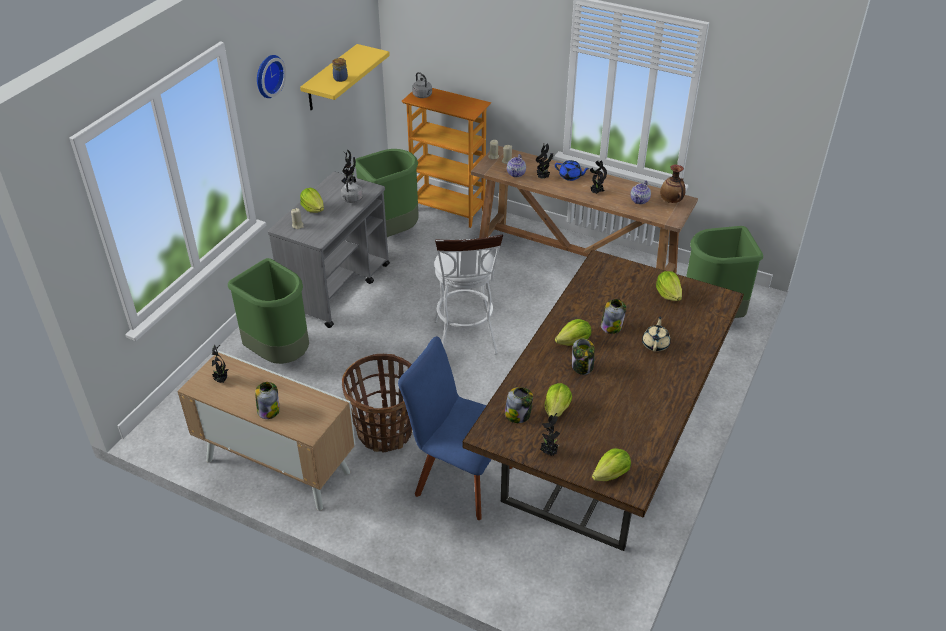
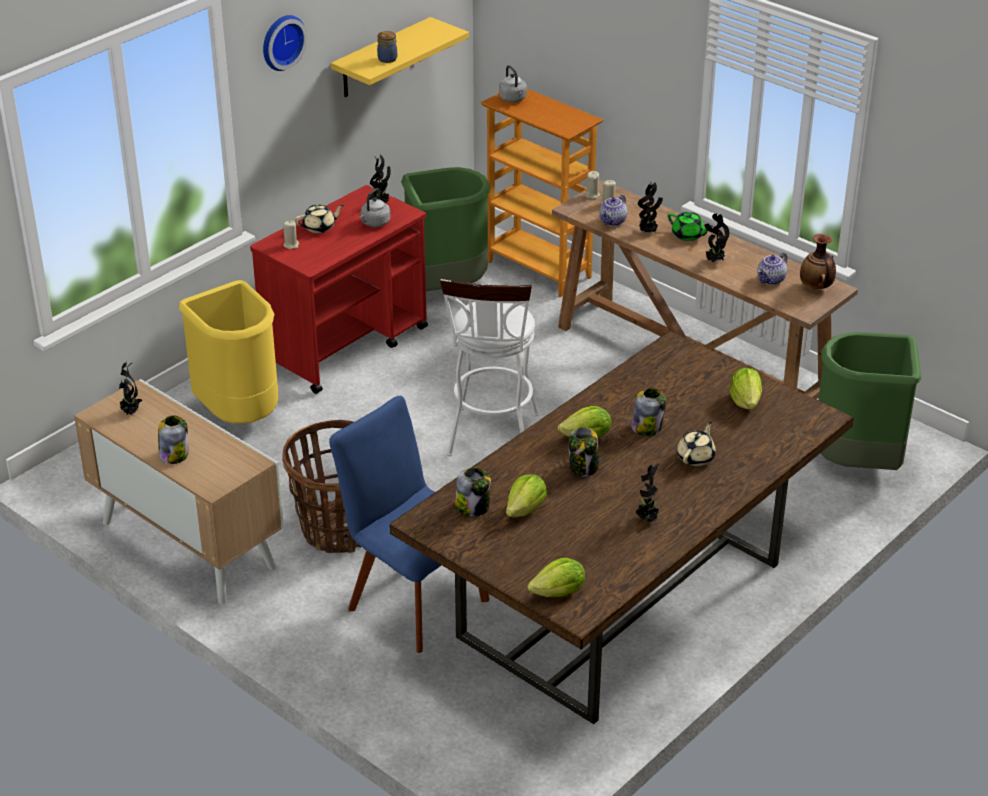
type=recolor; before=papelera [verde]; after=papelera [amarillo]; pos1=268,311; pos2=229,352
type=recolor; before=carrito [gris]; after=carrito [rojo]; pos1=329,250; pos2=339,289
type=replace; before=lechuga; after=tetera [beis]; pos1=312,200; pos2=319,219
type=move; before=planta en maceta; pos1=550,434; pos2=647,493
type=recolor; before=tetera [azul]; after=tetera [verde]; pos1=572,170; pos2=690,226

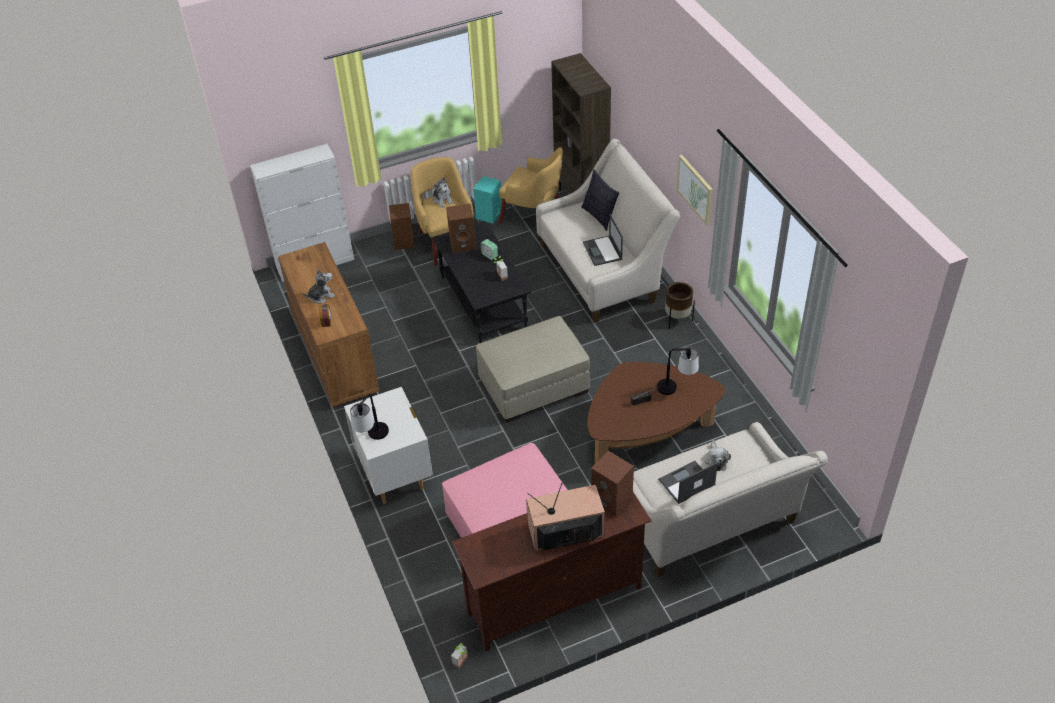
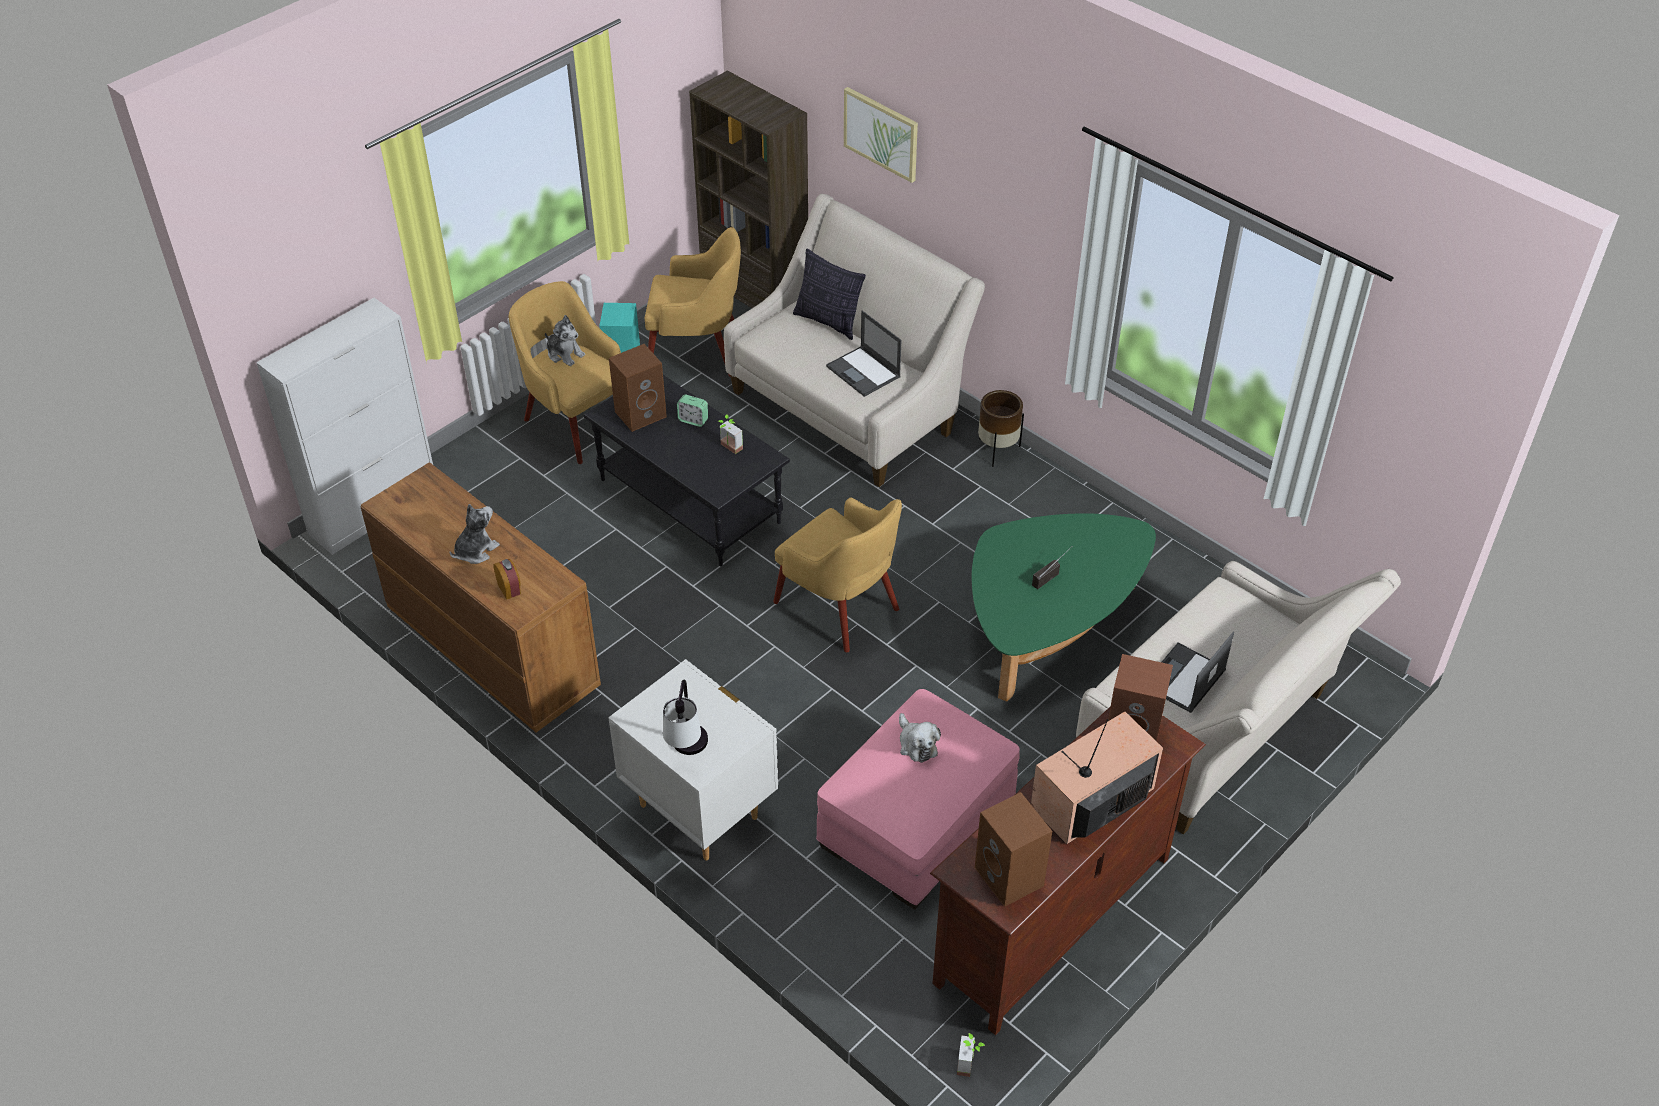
type=replace; before=puf [beis]; after=sillón [amarillo]; pos1=533,369; pos2=837,575
type=move; before=cuadro; pos1=695,190; pos2=881,135
type=move; before=peluche; pos1=718,455; pos2=920,738
type=recolor; before=mesa de centro [marrón]; after=mesa de centro [verde]; pos1=656,413; pos2=1063,607
type=move; before=altavoz [marrón]; pos1=402,226; pos2=1013,849
type=delete; before=lámpara de mesa; pos1=678,371

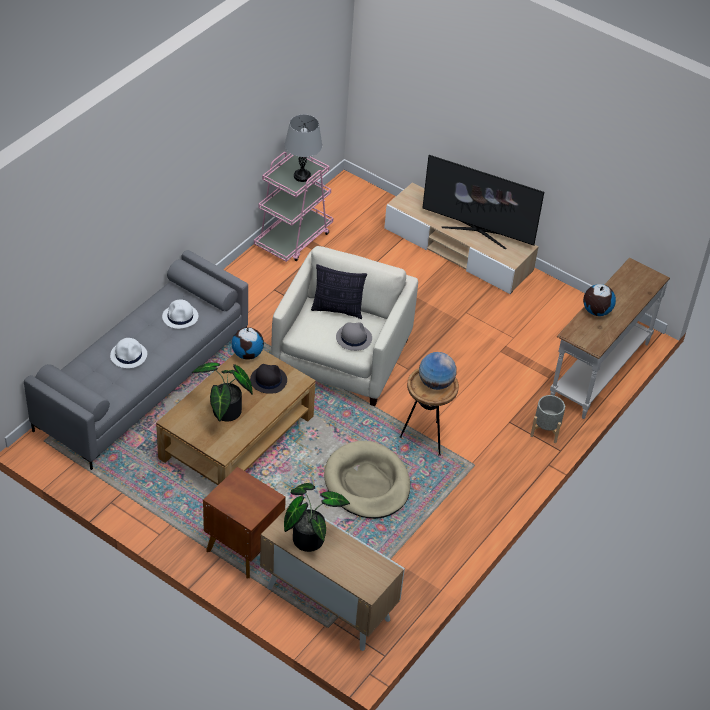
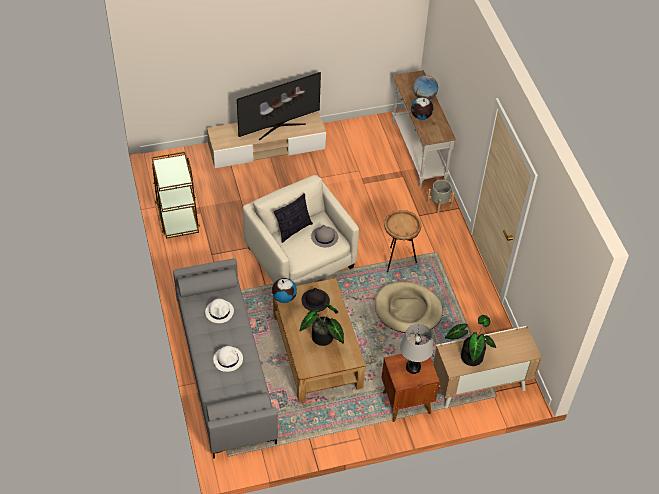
type=recolor; before=carrito [rosa]; after=carrito [marrón]; pos1=293,207; pos2=175,195
type=move; before=lámpara de mesa [gris]; pos1=303,148; pos2=416,348
type=move; before=globo terráqueo; pos1=438,371; pos2=425,87

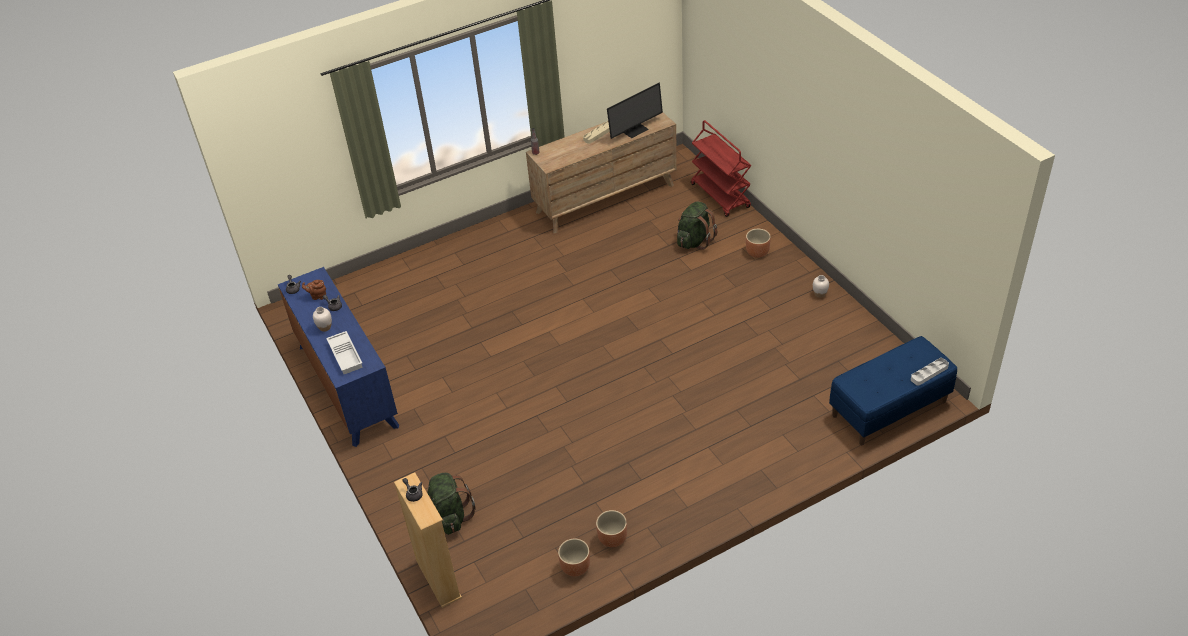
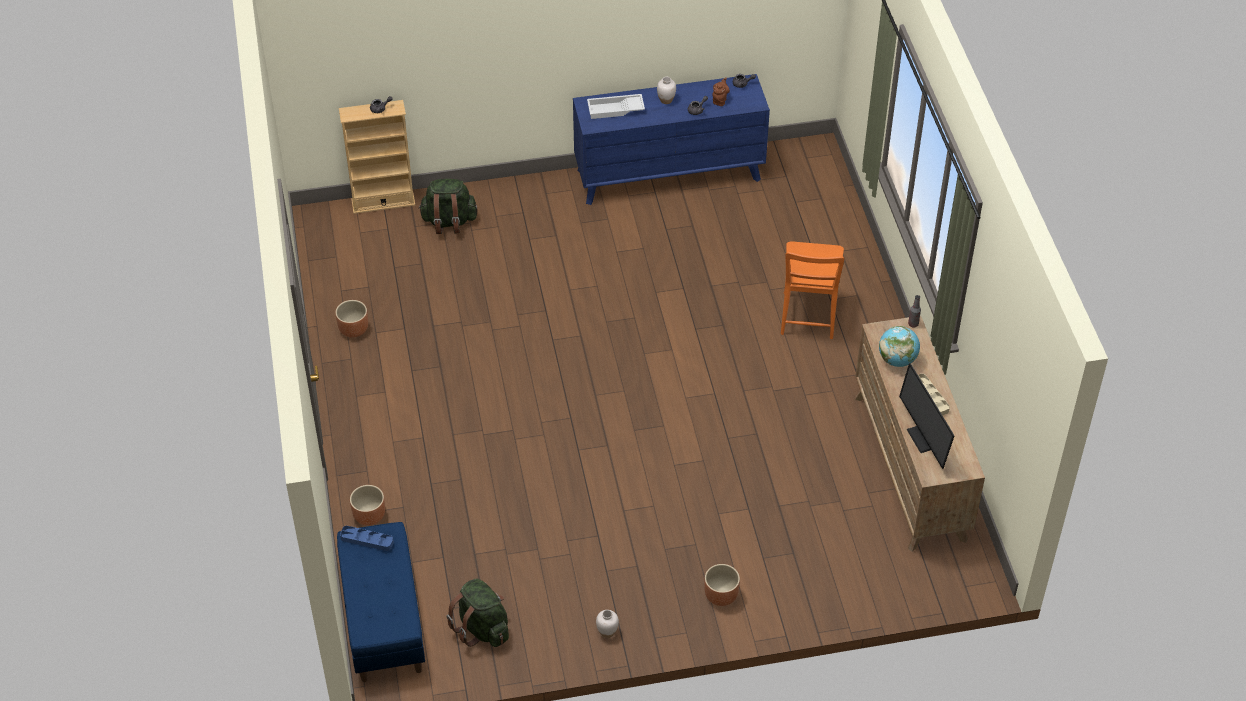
type=insert; after=bandeja [azul]; pos2=367,538
type=move; before=maceta [marrón]; pos1=574,557; pos2=367,505
type=move; before=mochila [verde]; pos1=697,226; pos2=477,612
type=insert; after=silla [naranja]; pos2=812,290
type=insert; after=globo terráqueo; pos2=899,346
type=delete; before=carrito [rojo]; pos1=721,168
type=delete; before=bandeja [gris]; pos1=930,372

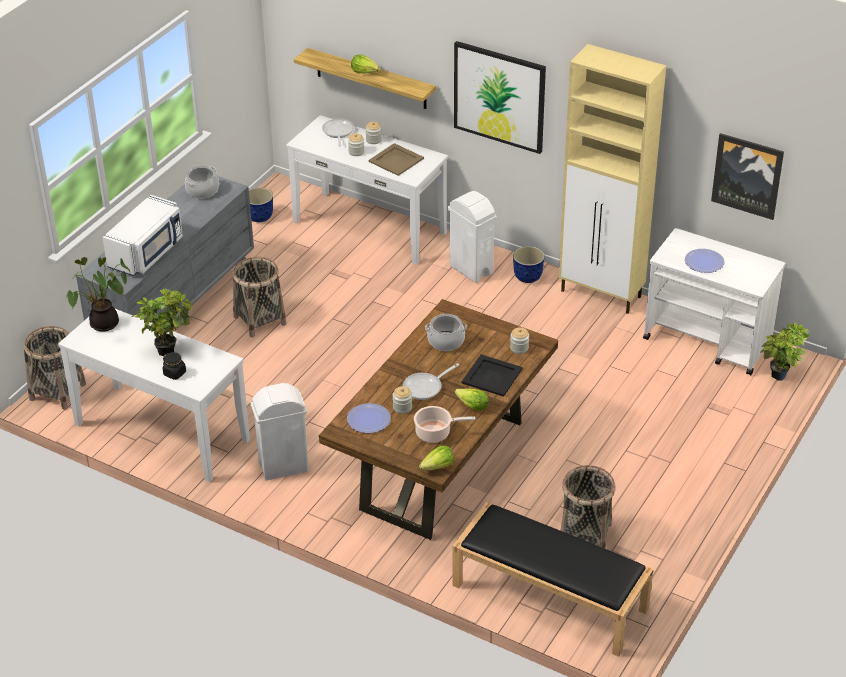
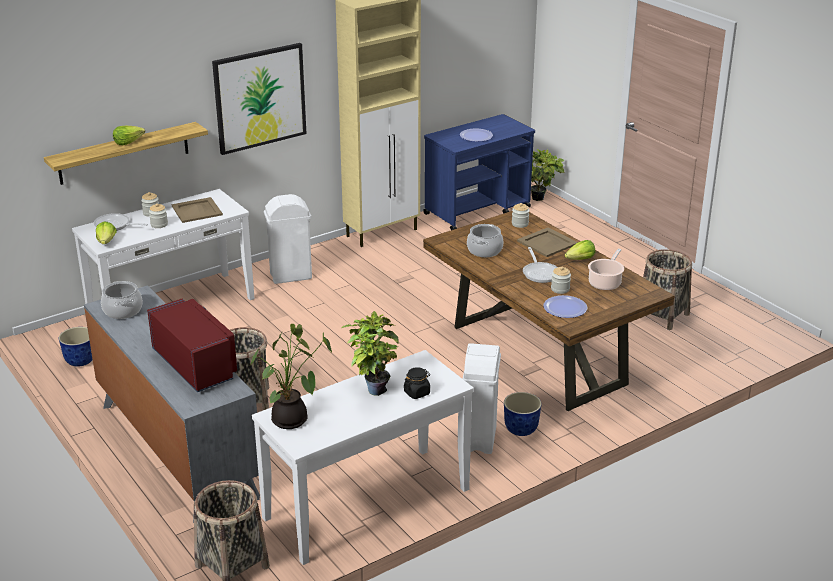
type=move; before=lechuga; pos1=436,458; pos2=106,232
type=recolor; before=microondas [blanco]; after=microondas [rojo]; pos1=142,235; pos2=192,345
type=recolor; before=carrito [blanco]; after=carrito [azul]; pos1=714,301; pos2=479,172
type=move; before=maceta; pos1=529,264; pos2=522,414
type=recolor; before=bandeja [negro]; after=bandeja [beis]; pos1=492,376; pos2=547,242
type=delete; before=banco [negro]; pos1=552,579
type=delete; before=cuadro; pos1=747,176

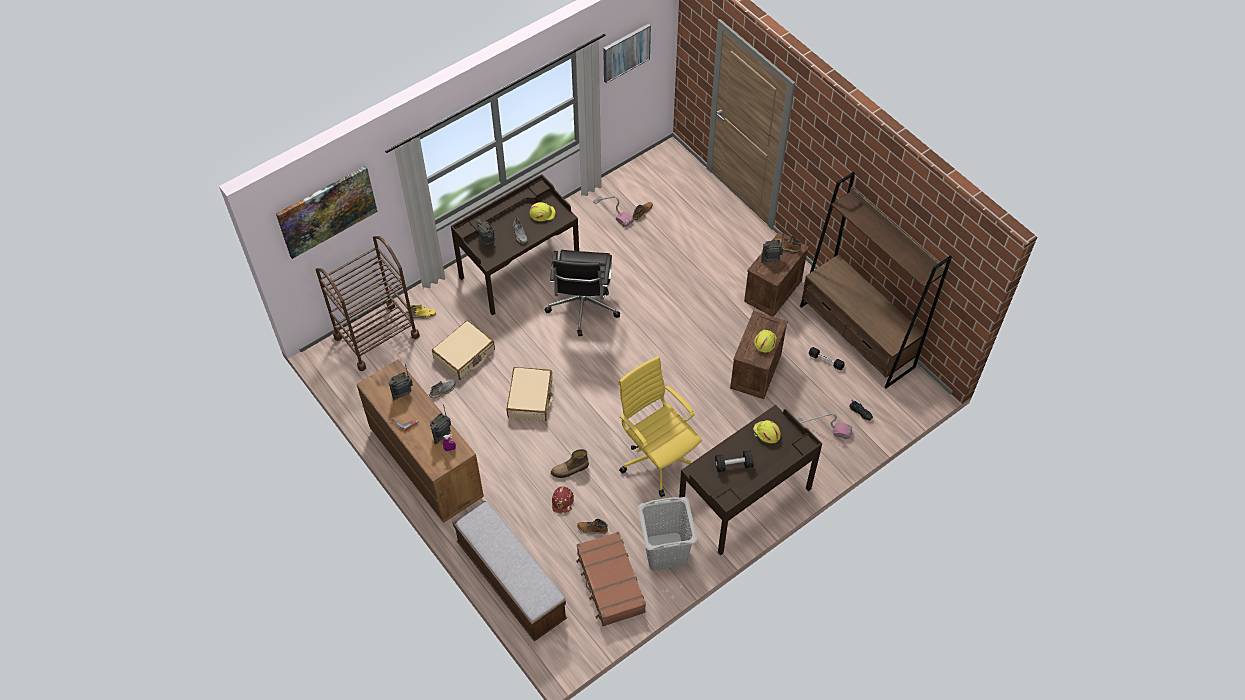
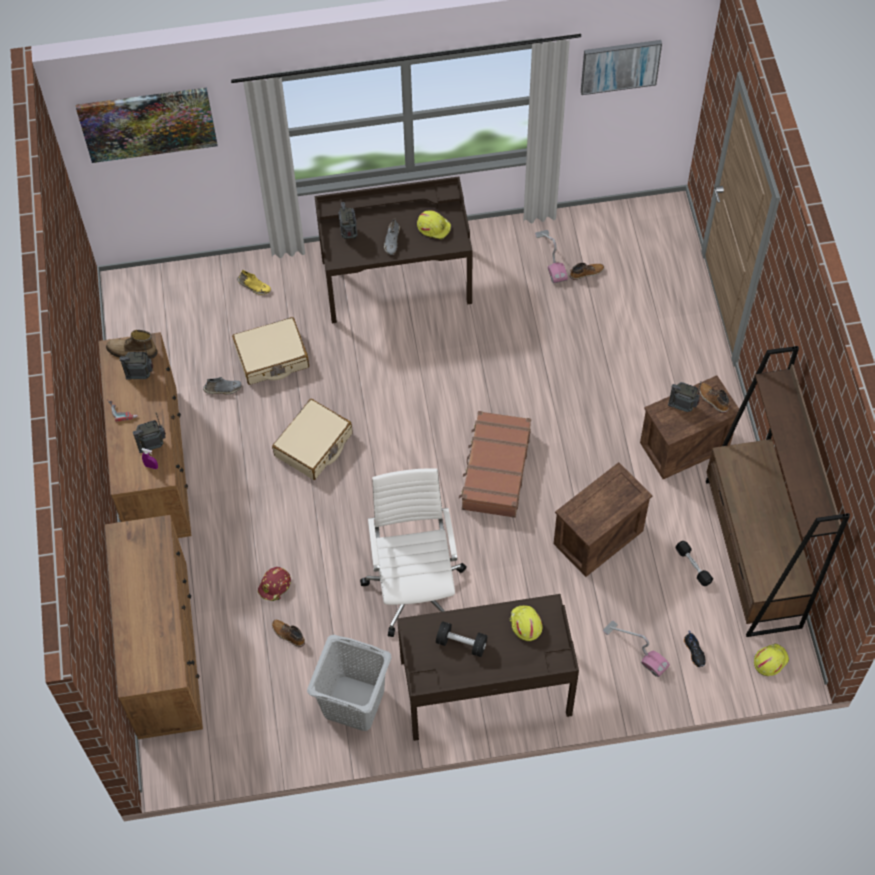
type=replace; before=banco; after=cómoda [marrón]; pos1=510,571; pos2=154,627
type=move; before=bota; pos1=570,463; pos2=132,344
type=recolor; before=silla de oficina [amarillo]; after=silla de oficina [blanco]; pos1=660,426; pos2=413,553
type=move; before=maleta [marrón]; pos1=611,579; pos2=495,464
type=move; before=casco [amarillo]; pos1=765,341; pos2=771,660
type=delete; before=carrito [marrón]; pos1=368,303
type=delete; before=silla de oficina [negro]; pos1=582,293

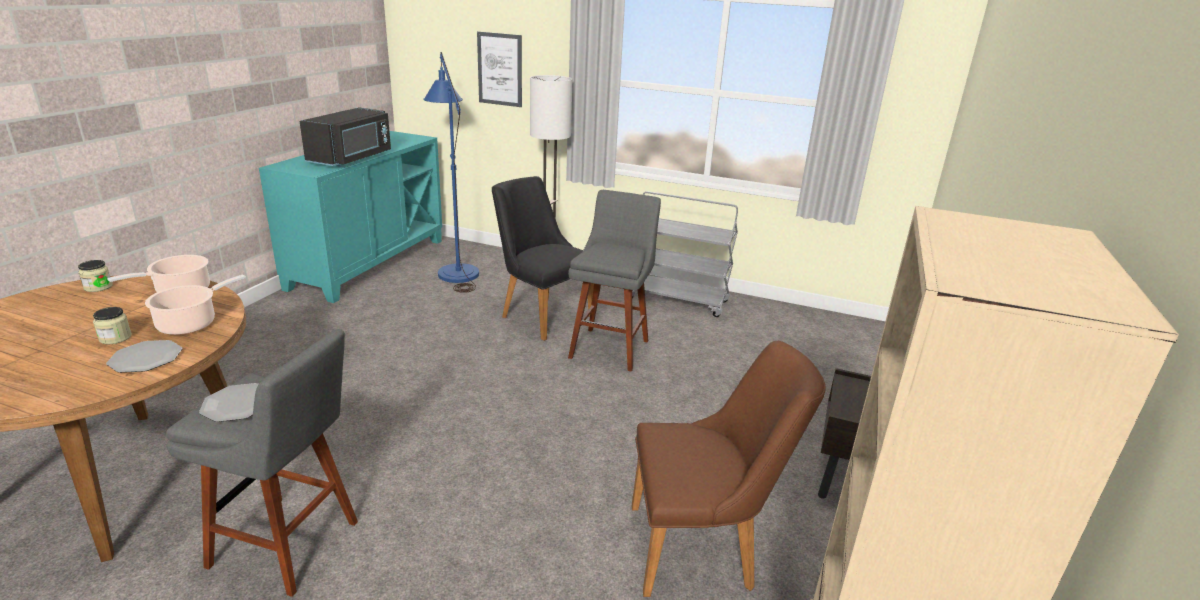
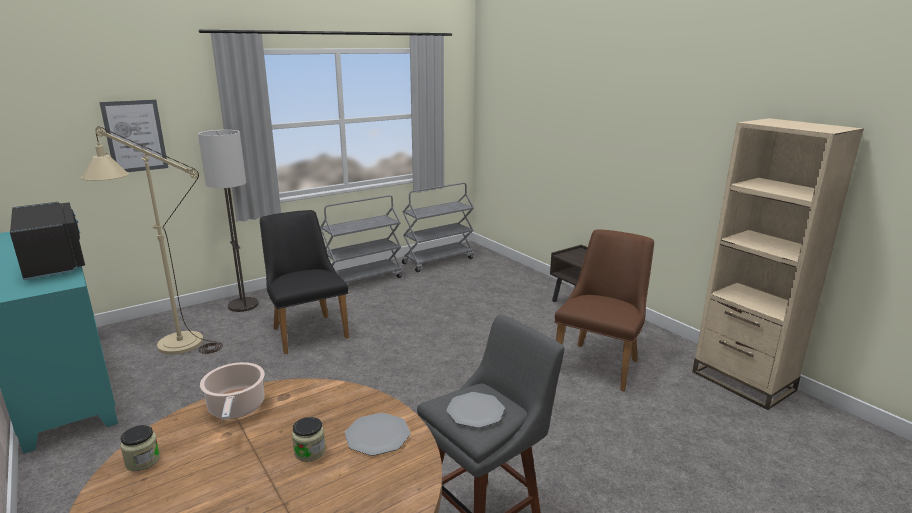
type=recolor; before=lámpara de pie [azul]; after=lámpara de pie [beis]; pos1=451,172; pos2=152,241
type=rotate; before=silla [negro]; pos1=543,258; pos2=304,282; turn=75
type=insert; after=carrito [gris]; pos2=438,227
type=delete; before=olla; pos1=195,305
type=delete; before=taburete [gris]; pos1=614,281

